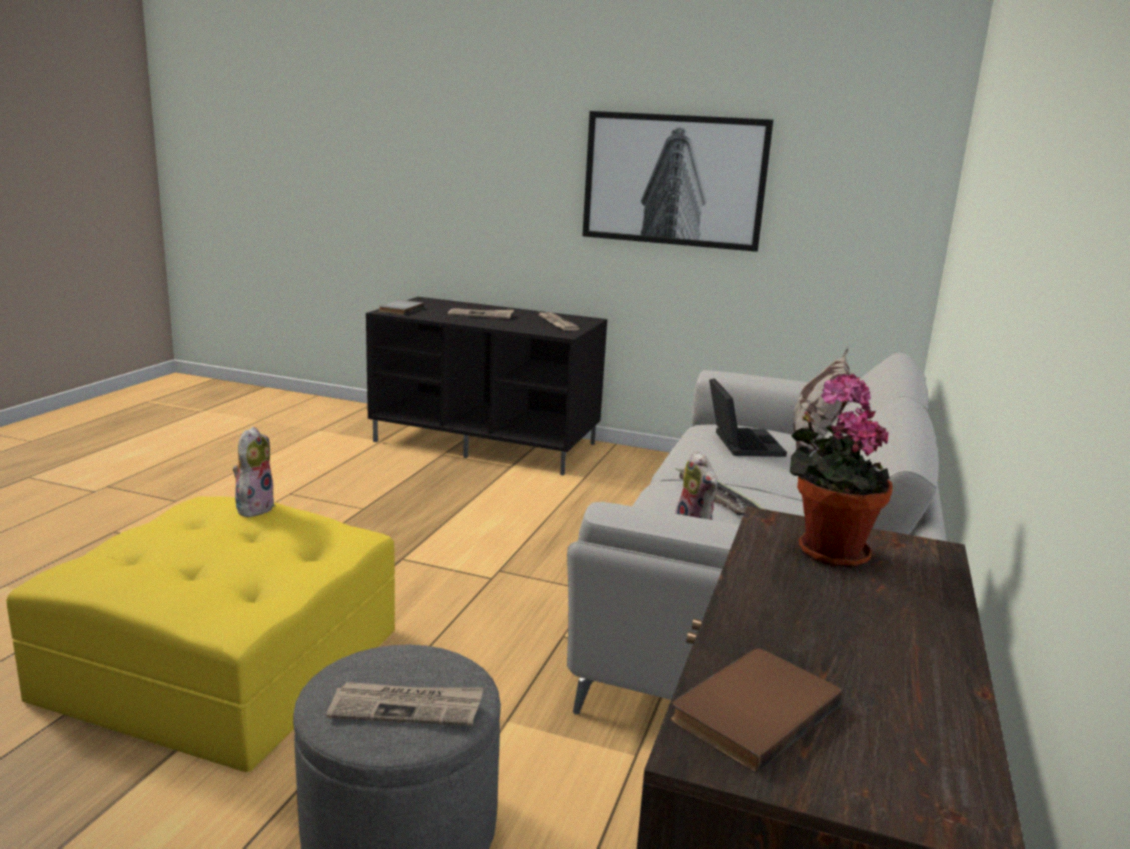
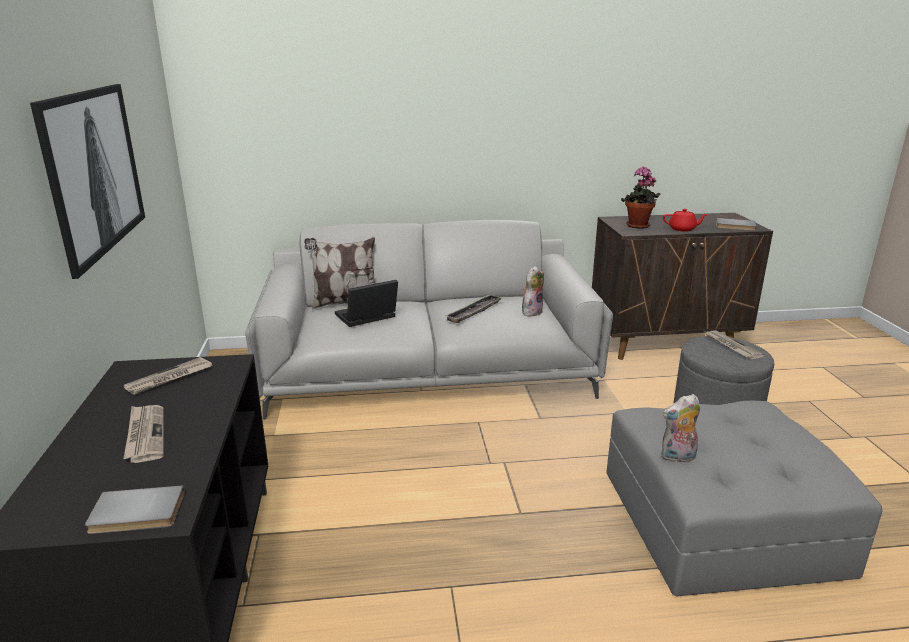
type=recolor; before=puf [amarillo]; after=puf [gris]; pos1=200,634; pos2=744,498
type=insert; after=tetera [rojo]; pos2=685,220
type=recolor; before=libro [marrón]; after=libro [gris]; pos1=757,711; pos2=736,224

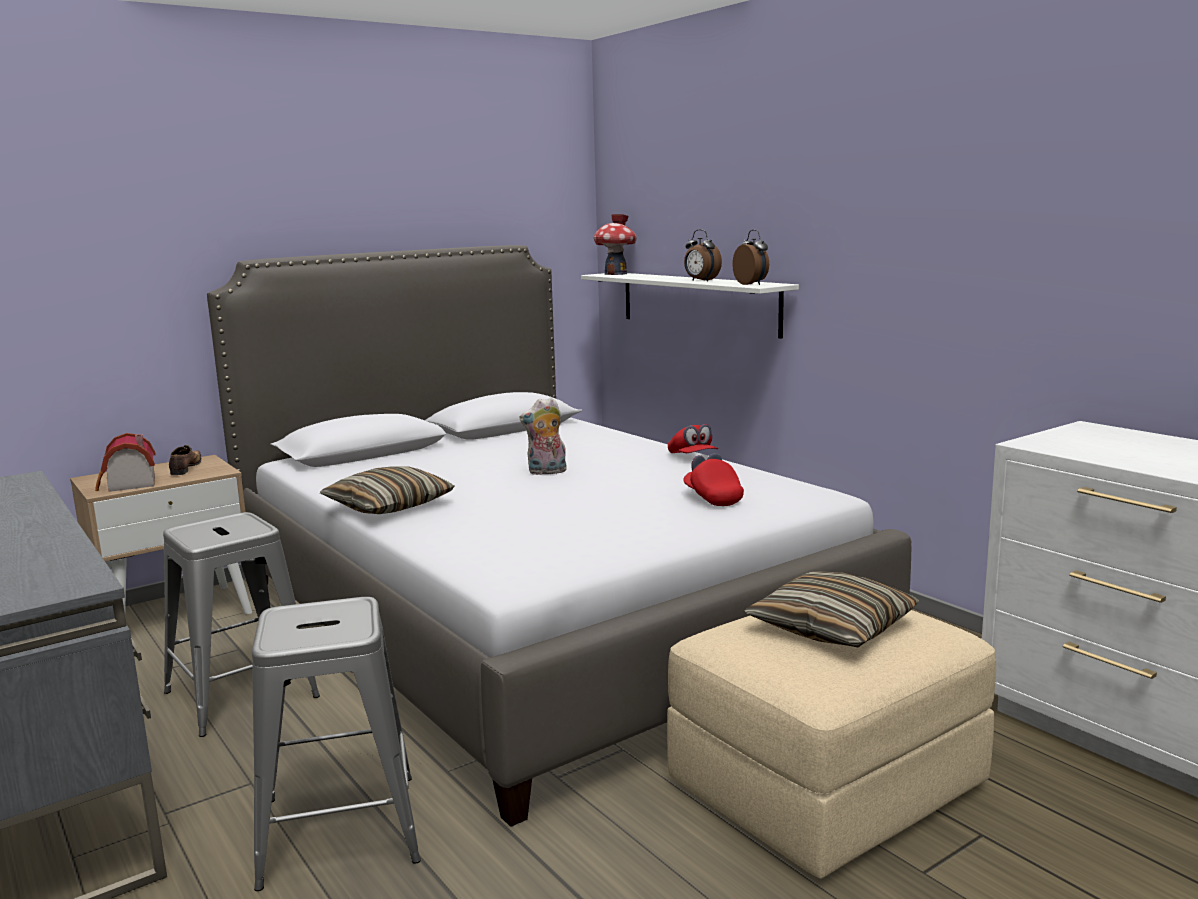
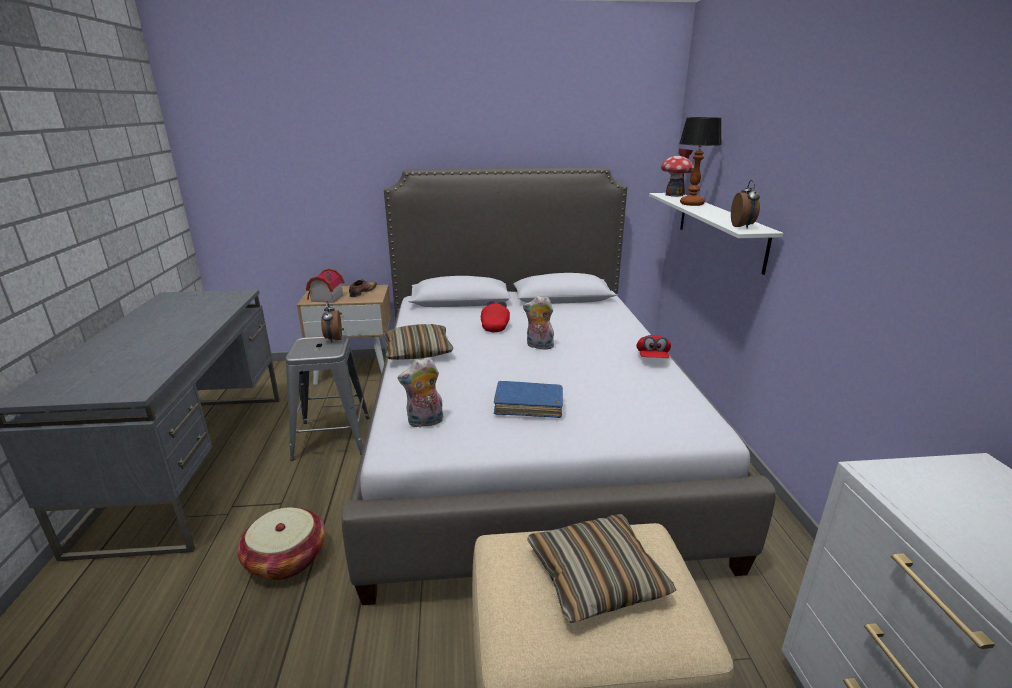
type=replace; before=taburete [gris]; after=cesta; pos1=336,744; pos2=281,544
type=move; before=despertador; pos1=703,255; pos2=331,322
type=insert; after=peluche; pos2=420,392
type=move; before=gorra [rojo]; pos1=713,479; pos2=495,316
type=insert; after=libro [azul]; pos2=528,399
type=insert; after=lámpara de mesa; pos2=700,161

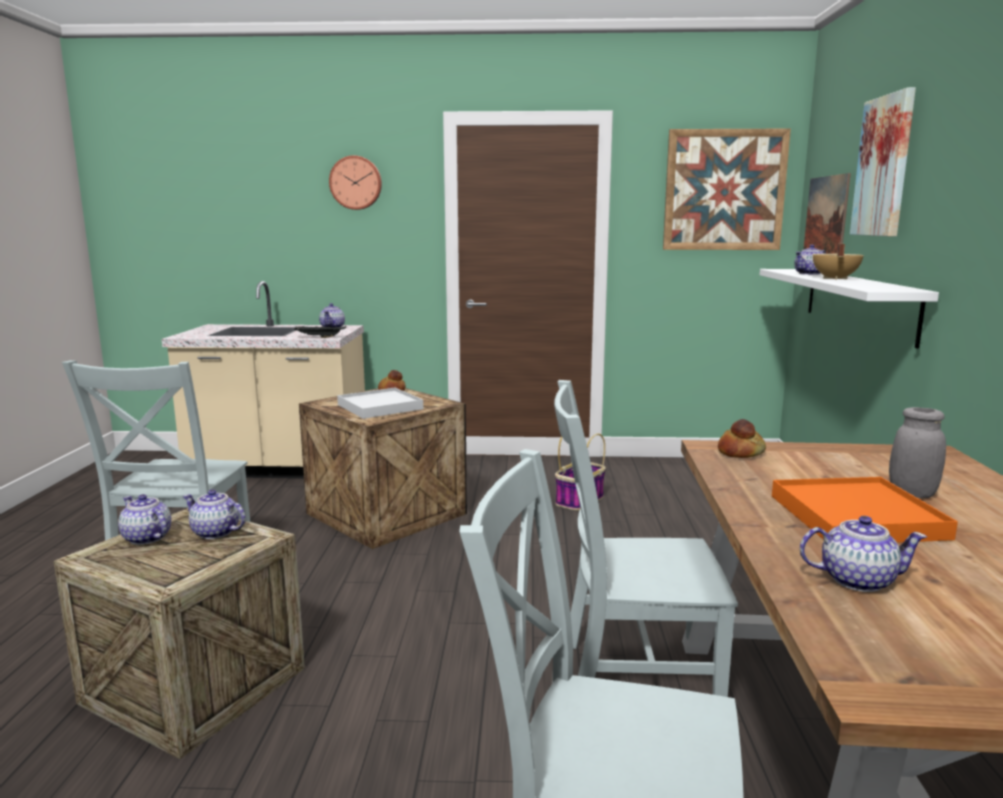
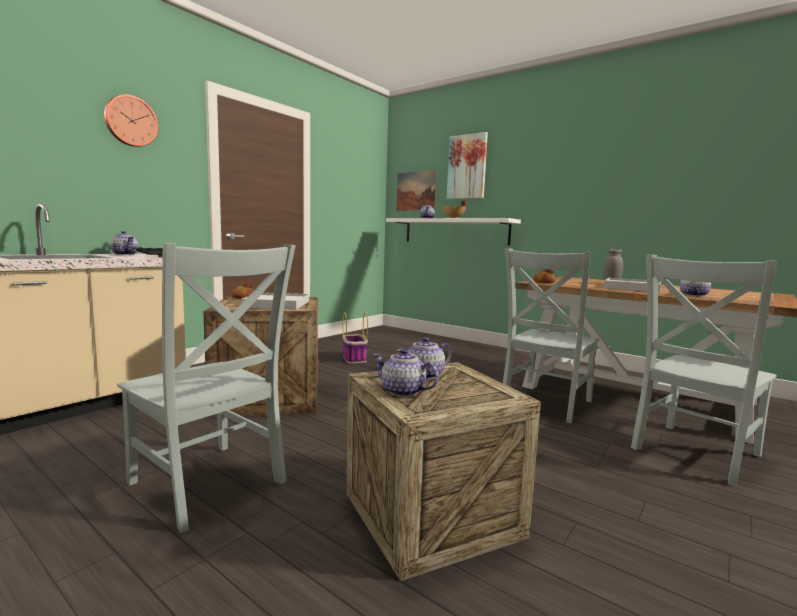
type=rotate; before=tetera; pos1=144,519; pos2=406,373; turn=45
type=recolor; before=bandeja [naranja]; after=bandeja [blanco]; pos1=865,509; pos2=632,285
type=delete; before=cuadro; pos1=727,189

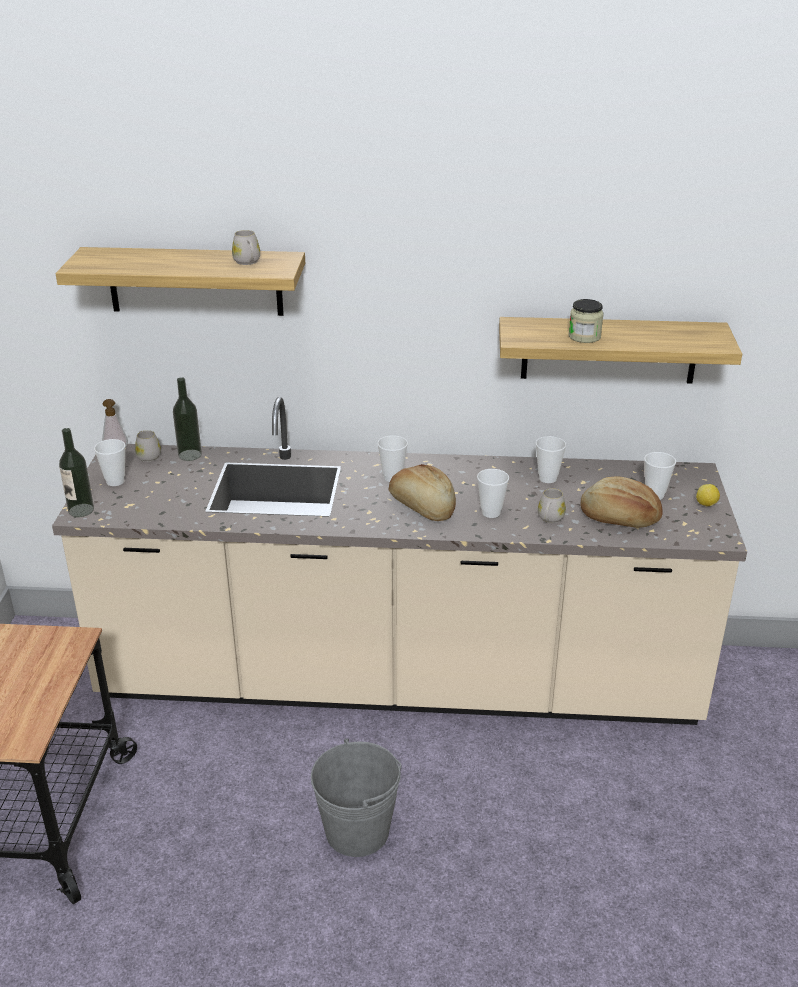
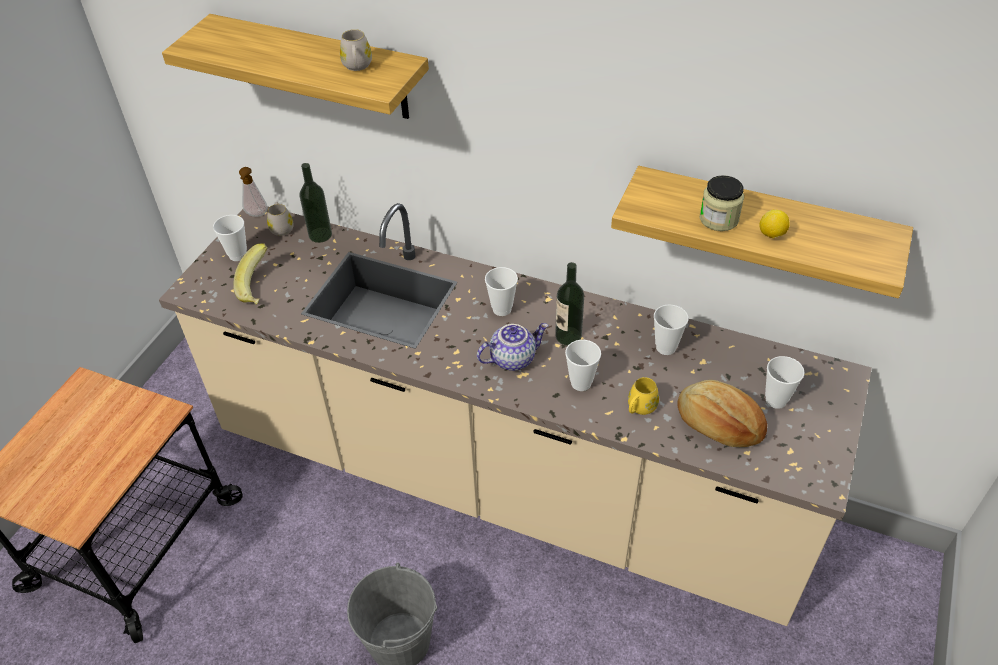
type=insert; after=plátano; pos2=250,274
type=replace; before=pan; after=tetera; pos1=422,492; pos2=513,347
type=move; before=botella; pos1=76,472; pos2=569,304
type=recolor; before=taza grande [blanco]; after=taza grande [amarillo]; pos1=552,505; pos2=643,396
type=move; before=limón; pos1=708,495; pos2=774,224

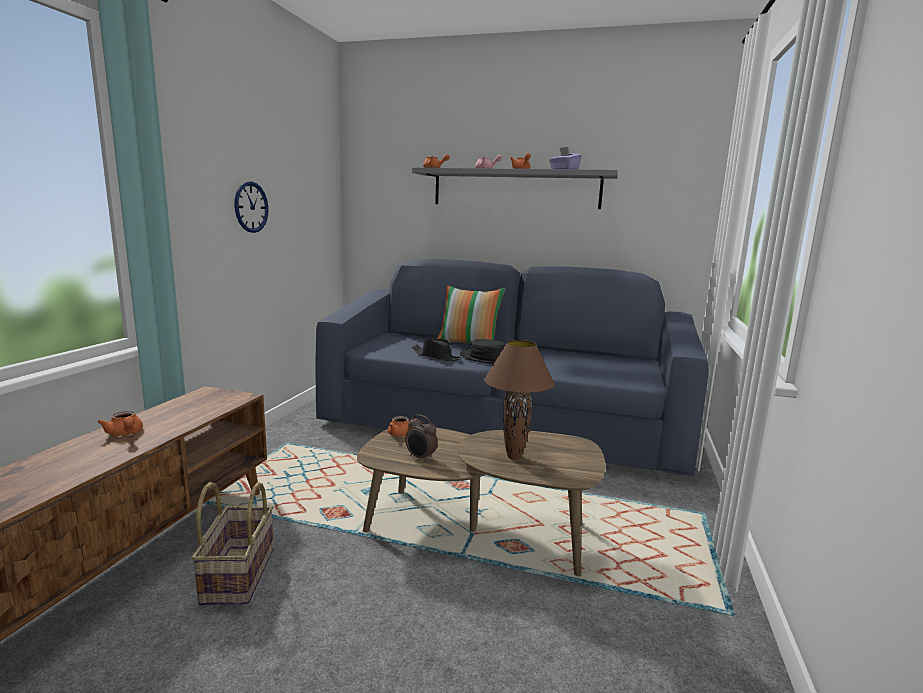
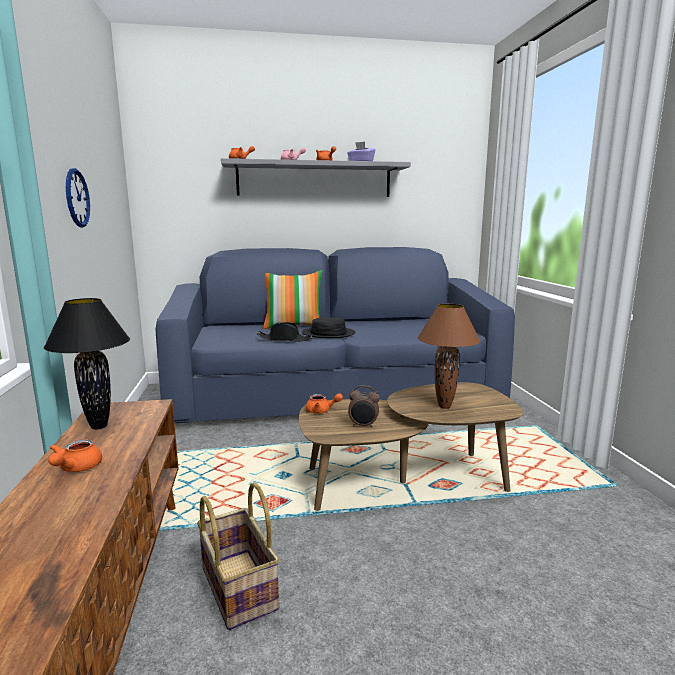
type=insert; after=lámpara de mesa [negro]; pos2=87,363
type=rotate; before=tetera [naranja]; pos1=120,423; pos2=75,455; turn=75

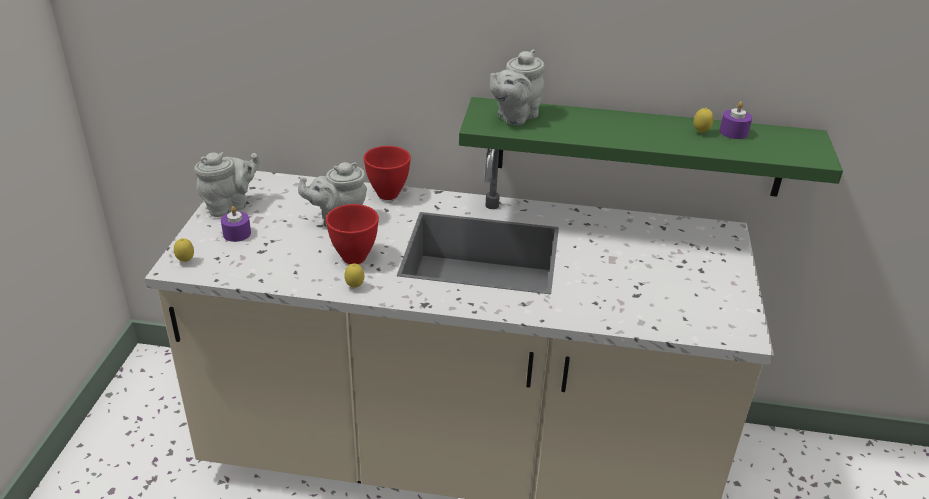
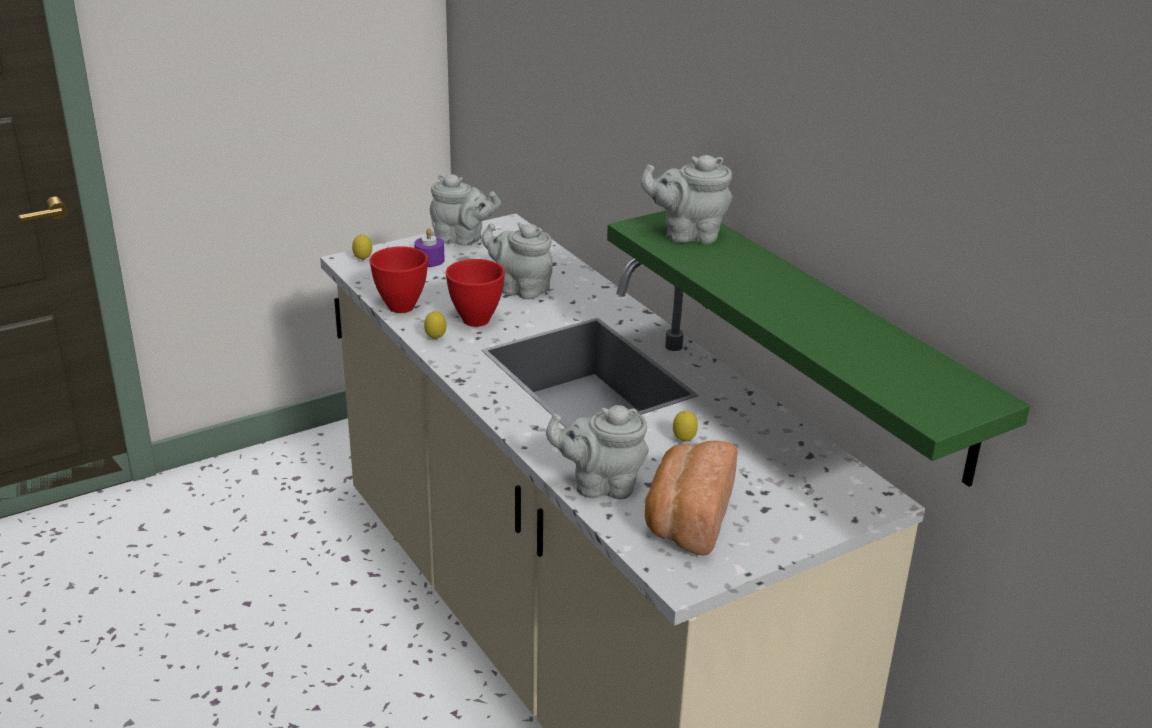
type=move; before=cuenco [rojo]; pos1=387,173; pos2=399,279
type=insert; after=tetera [gris]; pos2=597,452
type=insert; after=pan; pos2=691,498
type=move; before=limón; pos1=704,120; pos2=685,426
type=delete; before=vela [morado]; pos1=735,120

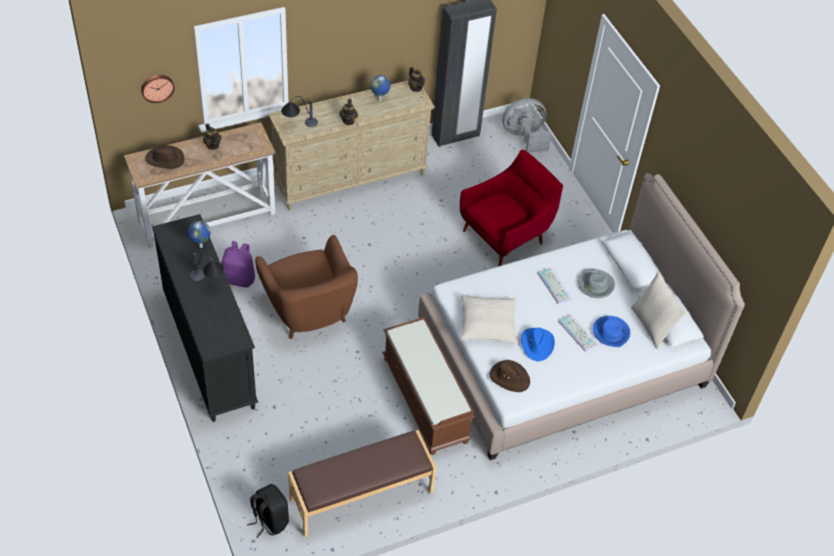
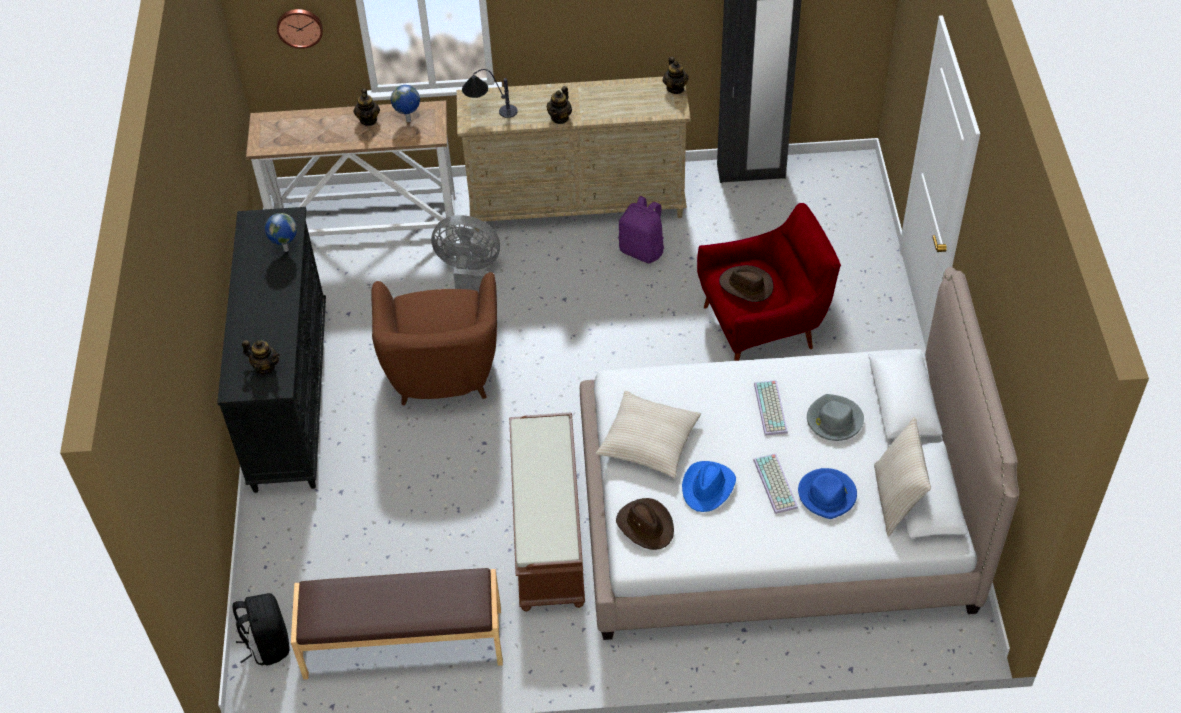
type=insert; after=tetera; pos2=261,357
type=move; before=globo terráqueo; pos1=380,88; pos2=405,103
type=move; before=ventilador [gris]; pos1=527,125; pos2=465,254
type=move; before=mochila [morado]; pos1=238,264; pos2=641,229
type=move; before=sombrero [marrón]; pos1=165,157; pos2=746,283
type=delete; before=lámpara de mesa; pos1=207,267

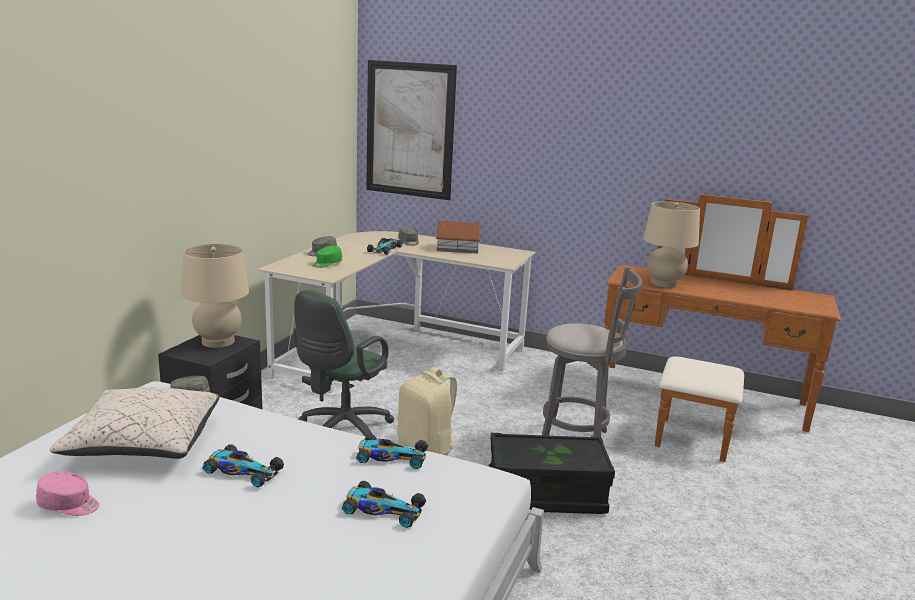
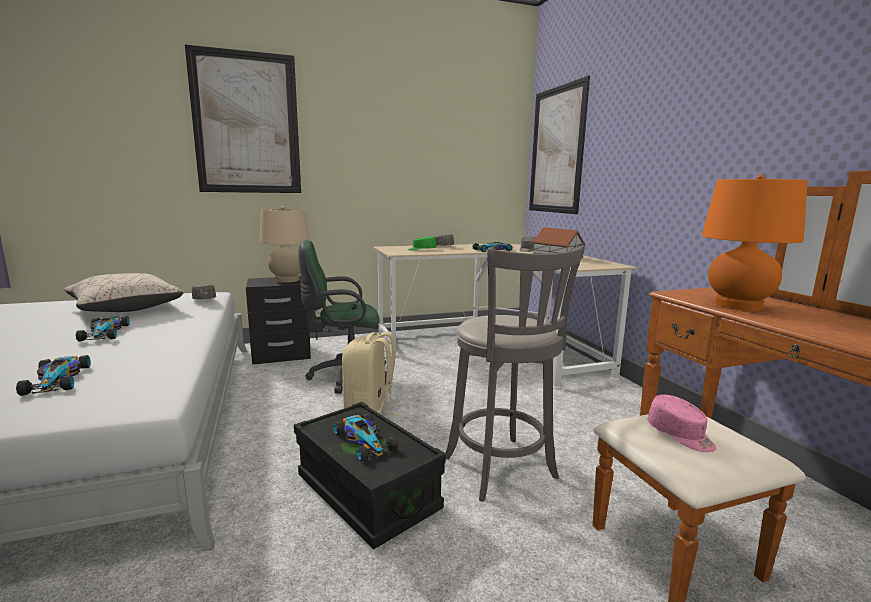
type=insert; after=cuadro; pos2=243,118
type=move; before=coche de juguete; pos1=392,451; pos2=365,437
type=move; before=gorra [rosa]; pos1=68,493; pos2=681,423
type=recolor; before=lámpara de mesa [beis]; after=lámpara de mesa [naranja]; pos1=671,244; pos2=755,242

